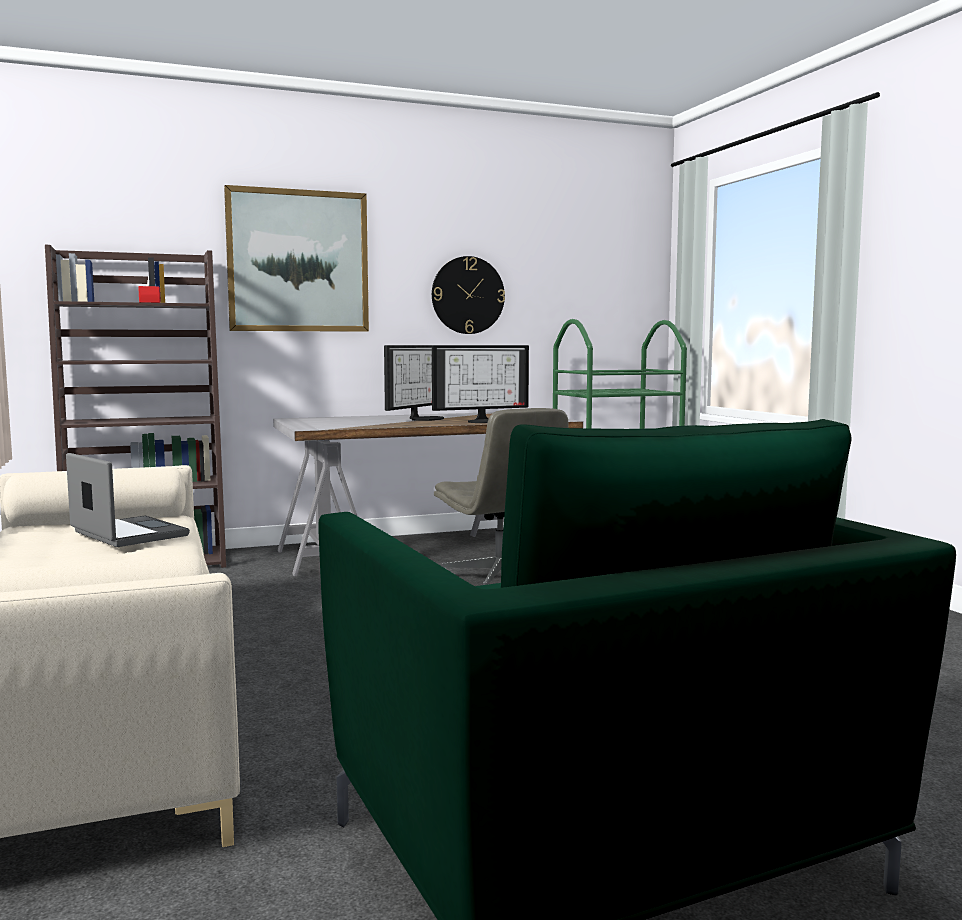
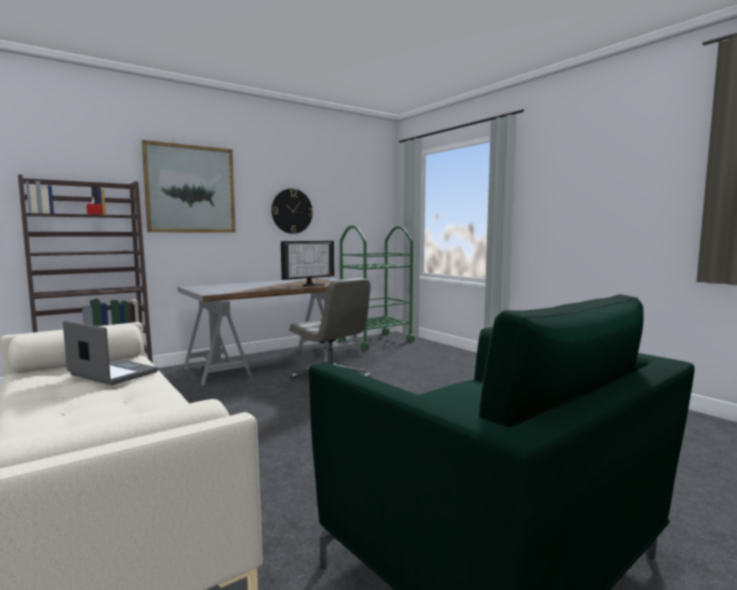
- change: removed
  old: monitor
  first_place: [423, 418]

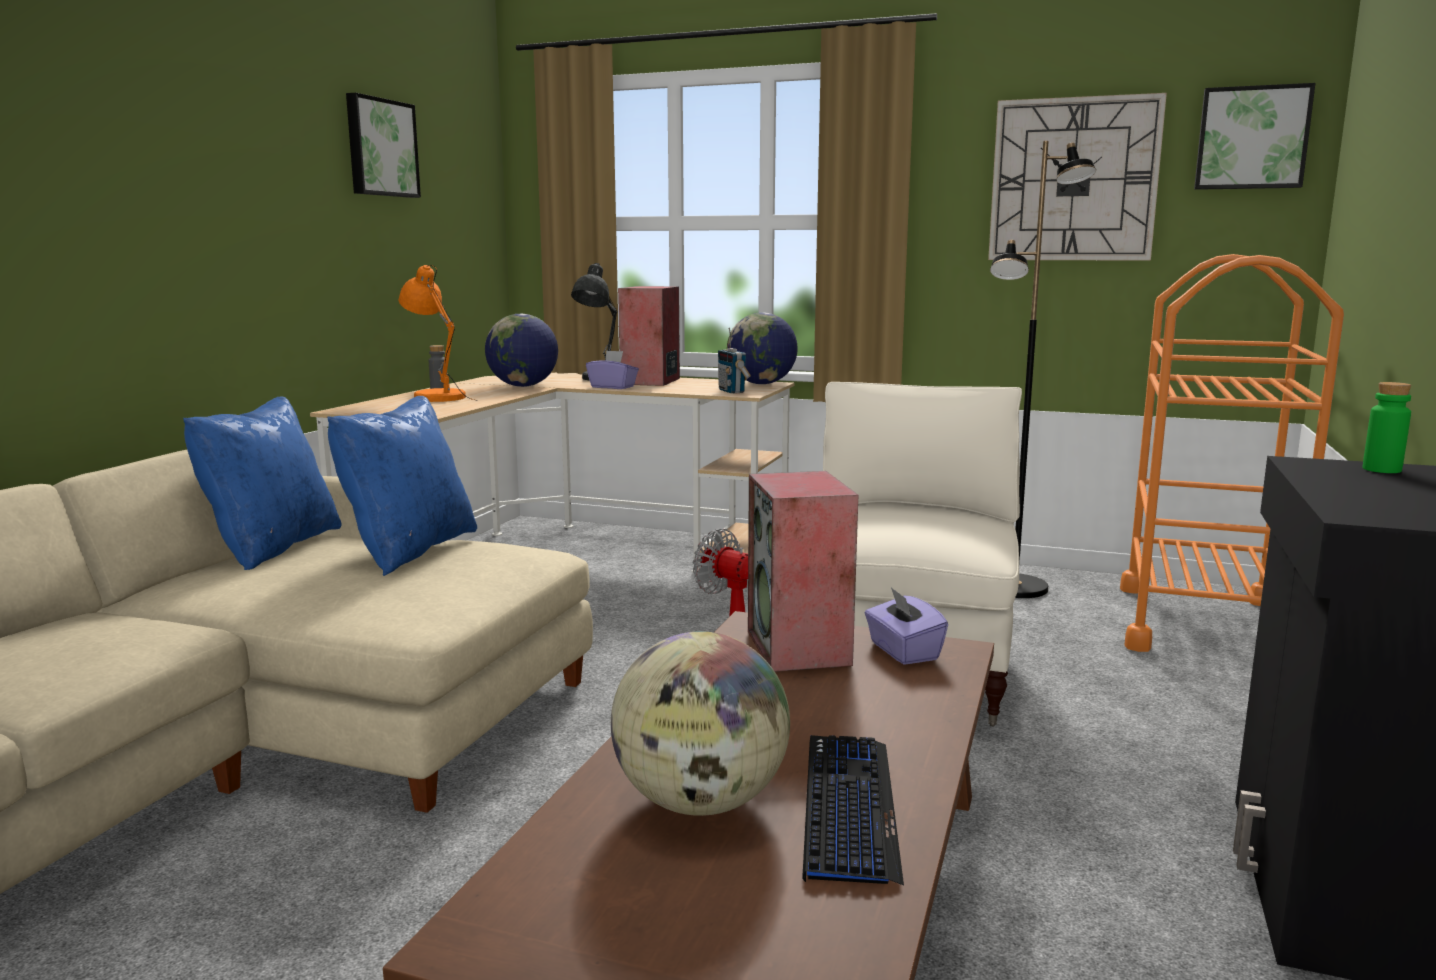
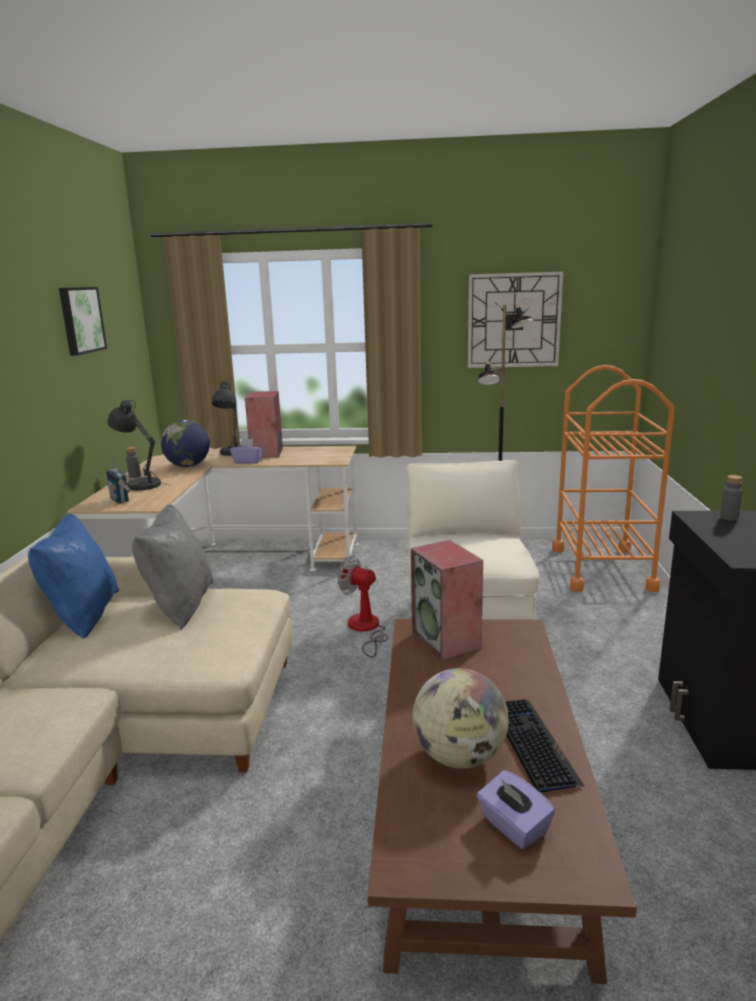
- change: removed
  old: picture
  first_place: [1252, 138]
- change: recoloured
  old: orange table lamp
  new: grey table lamp
  first_place: [437, 397]
  second_place: [141, 485]
- change: removed
  old: globe
  first_place: [761, 384]
- change: moved
  old: radio
  first_place: [732, 391]
  second_place: [120, 500]
- change: recoloured
  old: green bottle
  new: grey bottle
  first_place: [1381, 470]
  second_place: [729, 518]
- change: recoloured
  old: blue pillow
  new: grey pillow
  first_place: [409, 550]
  second_place: [180, 605]
- change: moved
  old: purple tissue box
  first_place: [903, 651]
  second_place: [513, 826]

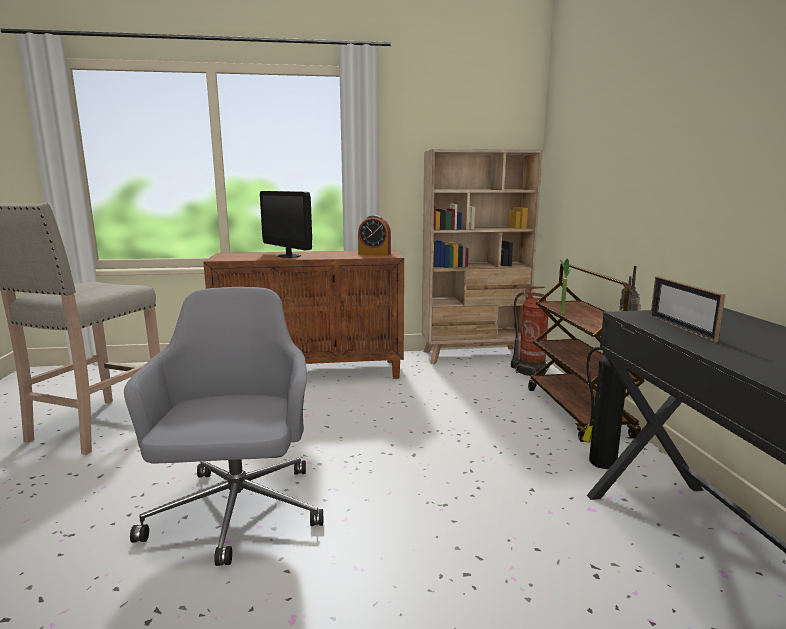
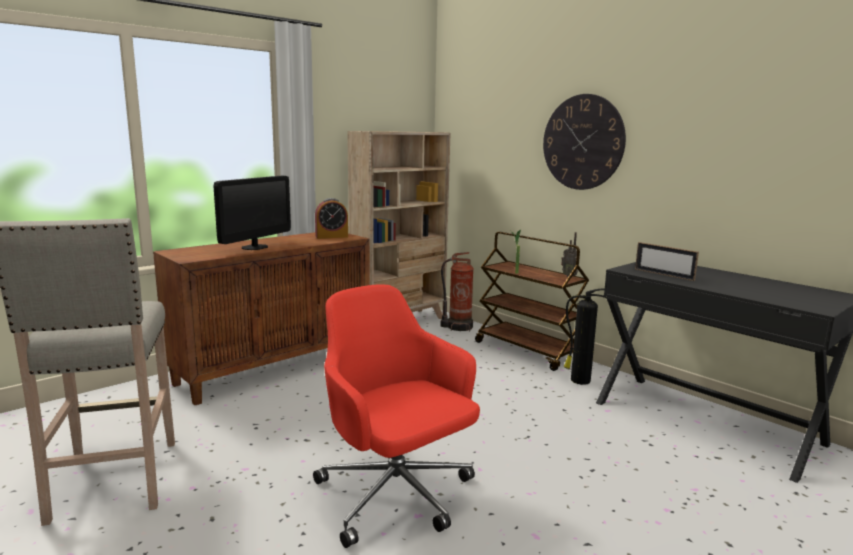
- change: turned
  old: monitor
  first_place: [289, 256]
  second_place: [255, 247]
  degrees: -75
- change: recoloured
  old: grey office chair
  new: red office chair
  first_place: [237, 513]
  second_place: [396, 496]
- change: added
  new: wall clock
  second_place: [583, 142]

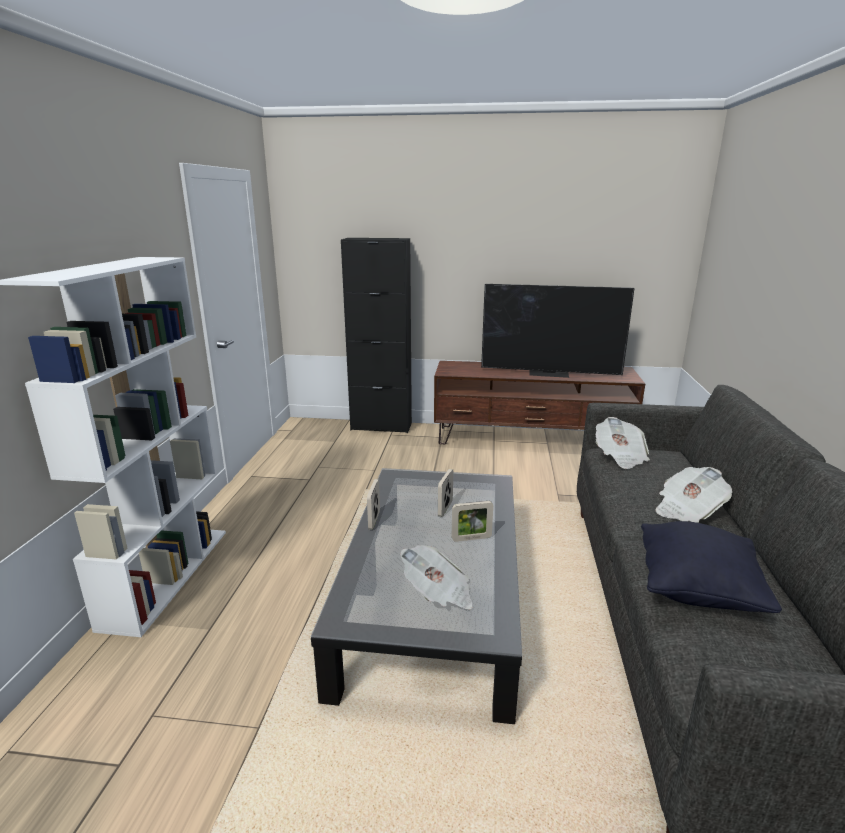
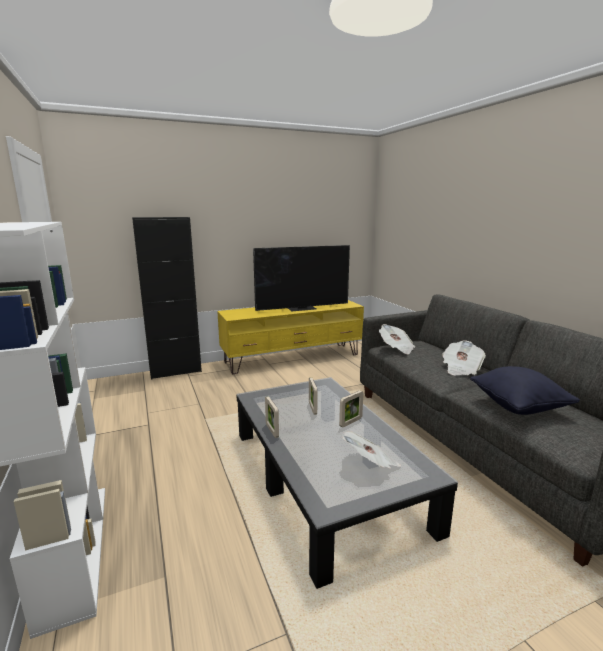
- change: recoloured
  old: brown tv stand
  new: yellow tv stand
  first_place: [531, 439]
  second_place: [293, 358]

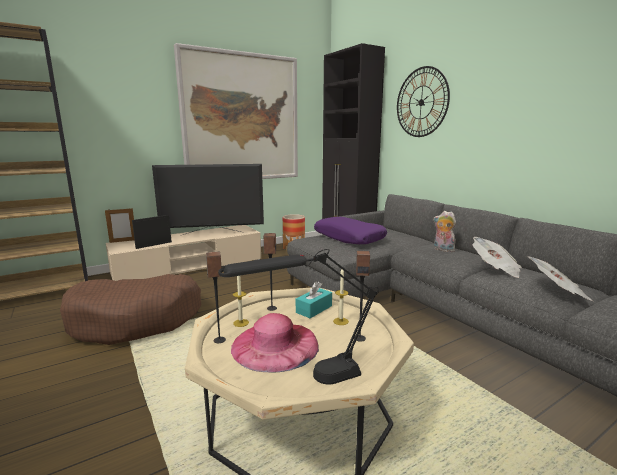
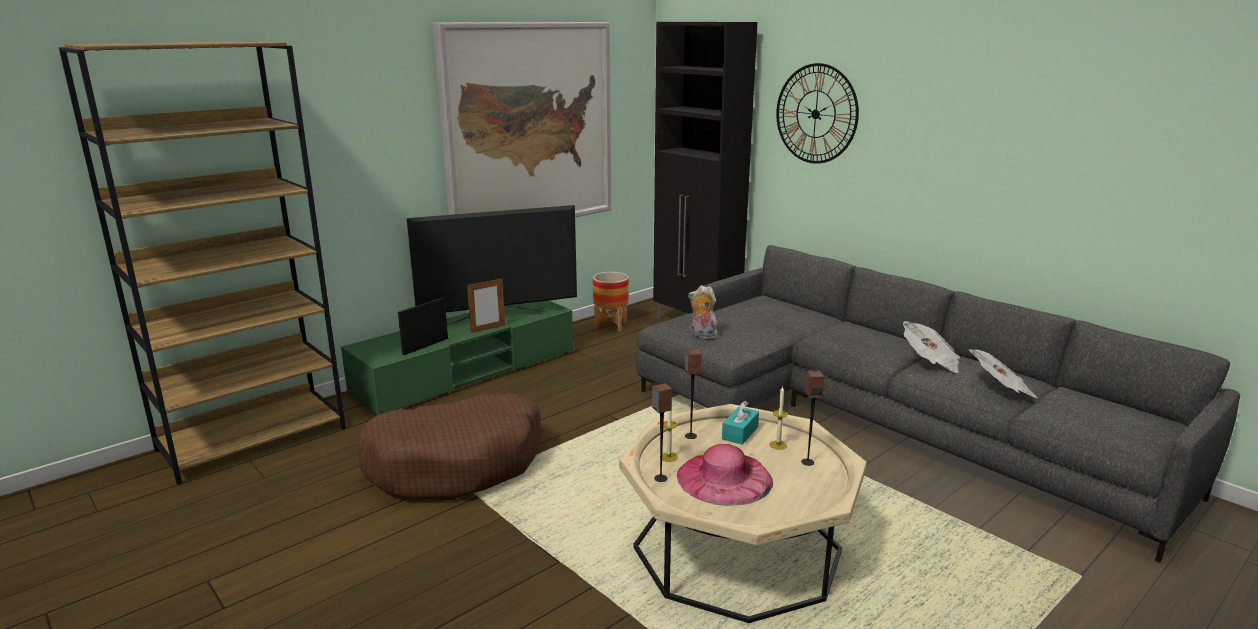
- change: moved
  old: picture frame
  first_place: [123, 241]
  second_place: [488, 329]
- change: moved
  old: plush toy
  first_place: [442, 250]
  second_place: [702, 336]
- change: removed
  old: purple pillow
  first_place: [349, 238]
- change: recoloured
  old: beige tv stand
  new: green tv stand
  first_place: [189, 266]
  second_place: [467, 372]
- change: removed
  old: black table lamp
  first_place: [307, 381]

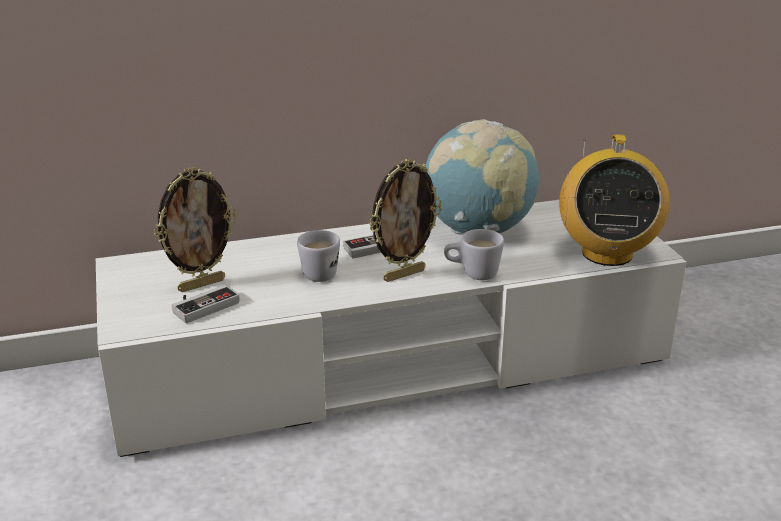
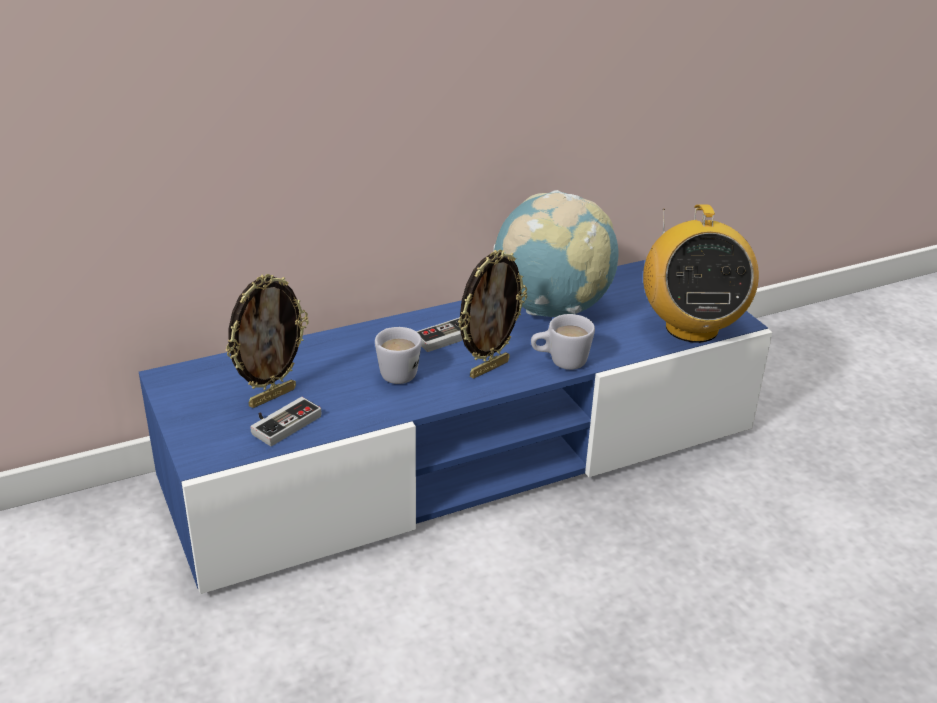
- change: recoloured
  old: white tv stand
  new: blue tv stand
  first_place: [390, 363]
  second_place: [465, 456]

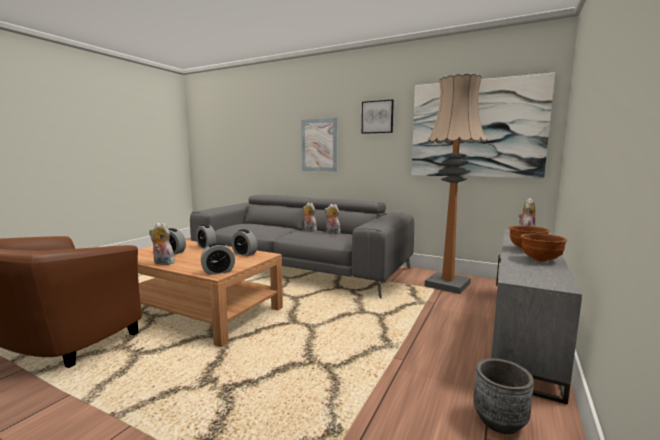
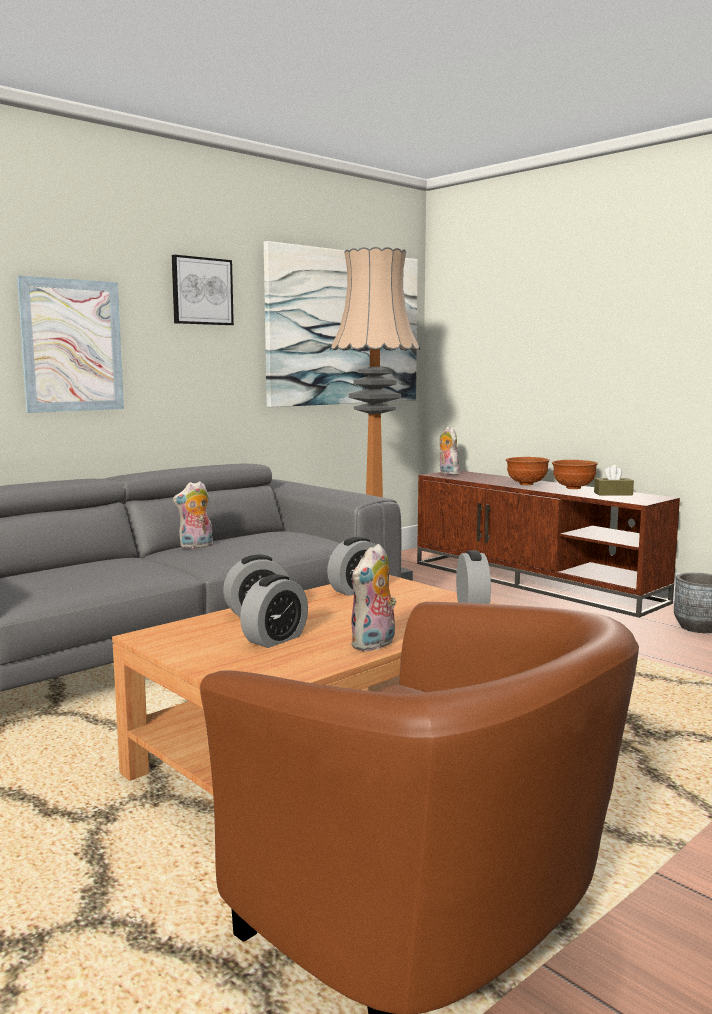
- change: removed
  old: plush toy
  first_place: [332, 233]
- change: recoloured
  old: grey tv stand
  new: brown tv stand
  first_place: [524, 331]
  second_place: [535, 582]
- change: added
  new: brown tissue box
  second_place: [613, 494]

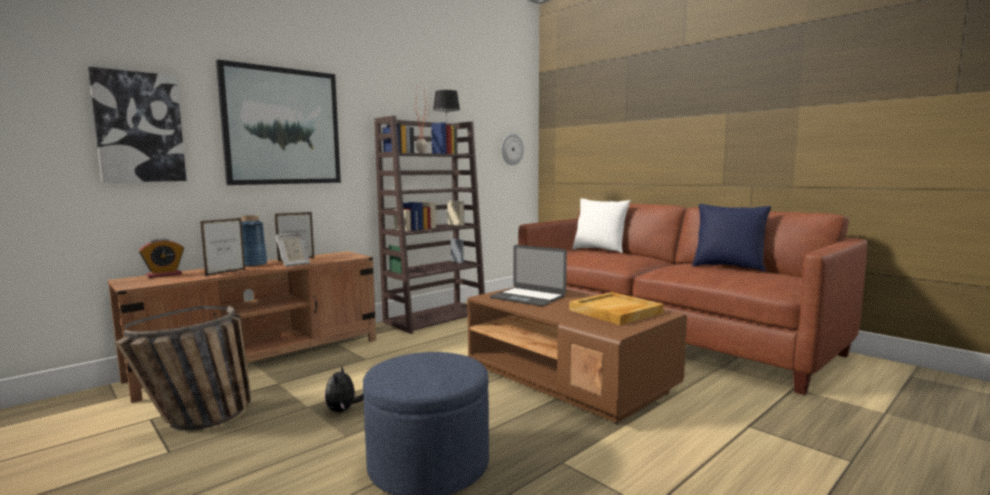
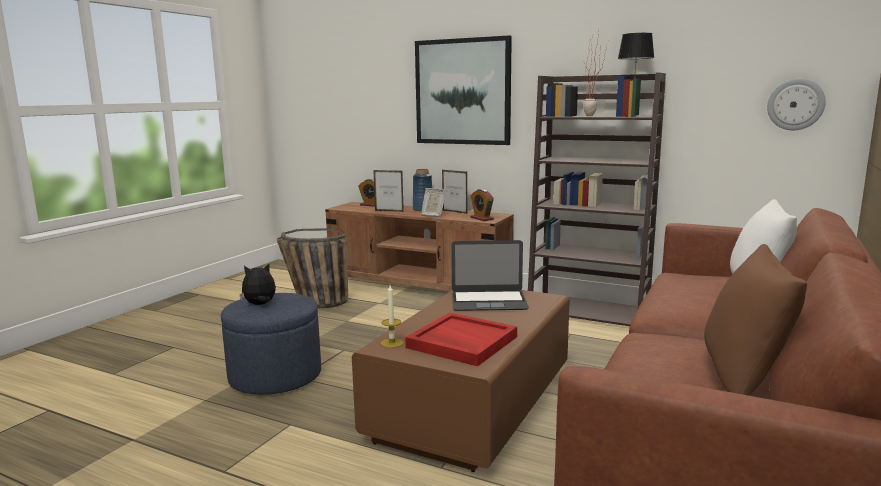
- change: removed
  old: picture
  first_place: [139, 127]
- change: recoloured
  old: blue pillow
  new: brown pillow
  first_place: [728, 267]
  second_place: [743, 379]
- change: turned
  old: laptop
  first_place: [527, 297]
  second_place: [488, 301]
  degrees: -105
- change: recoloured
  old: beige tray
  new: red tray
  first_place: [615, 311]
  second_place: [461, 342]
- change: moved
  old: plush toy
  first_place: [343, 410]
  second_place: [260, 305]
- change: added
  new: alarm clock
  second_place: [481, 218]
- change: added
  new: candle
  second_place: [392, 343]

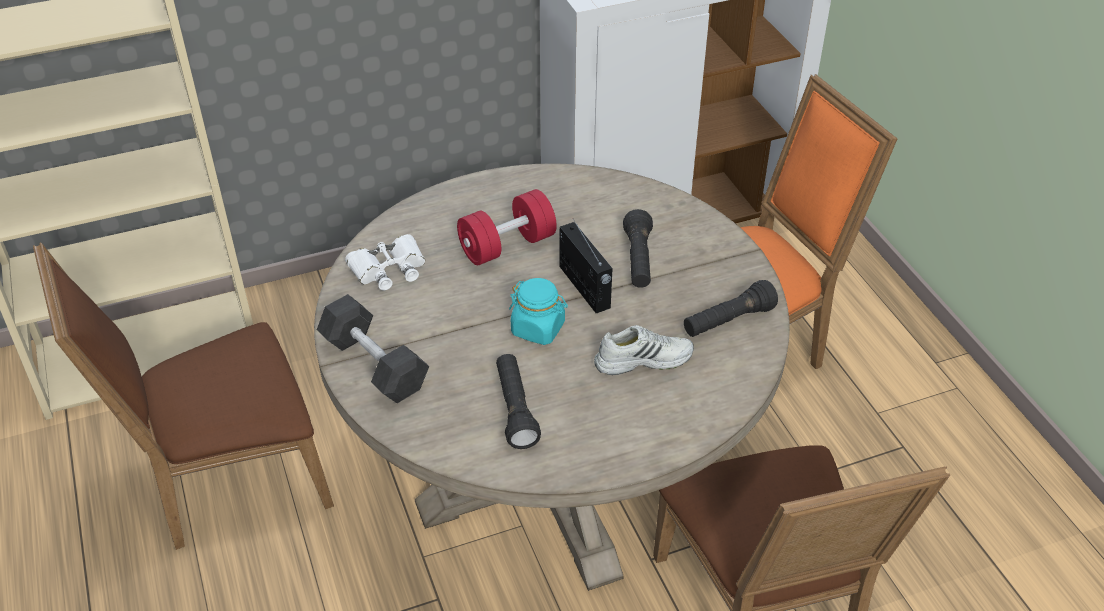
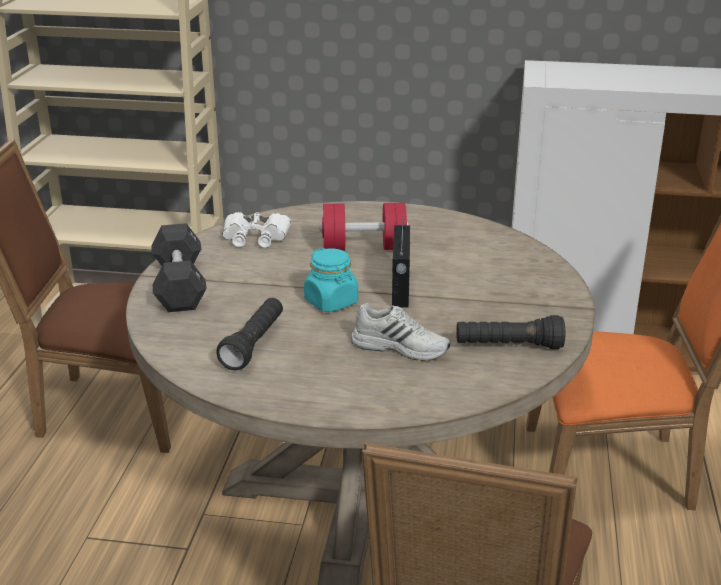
- change: removed
  old: black flashlight
  first_place: [638, 260]

